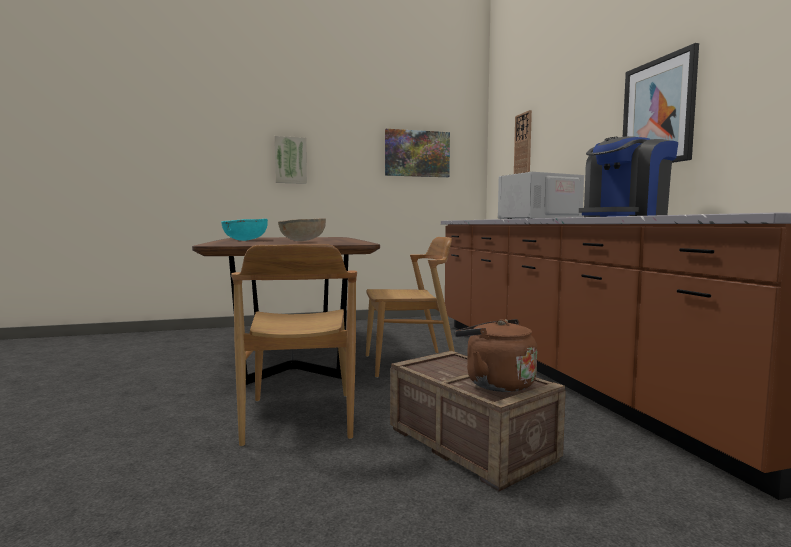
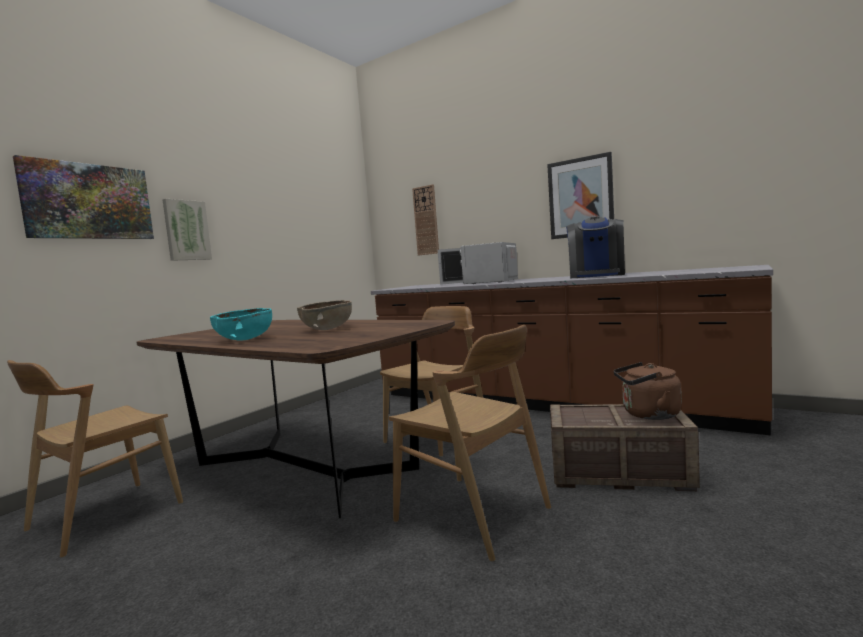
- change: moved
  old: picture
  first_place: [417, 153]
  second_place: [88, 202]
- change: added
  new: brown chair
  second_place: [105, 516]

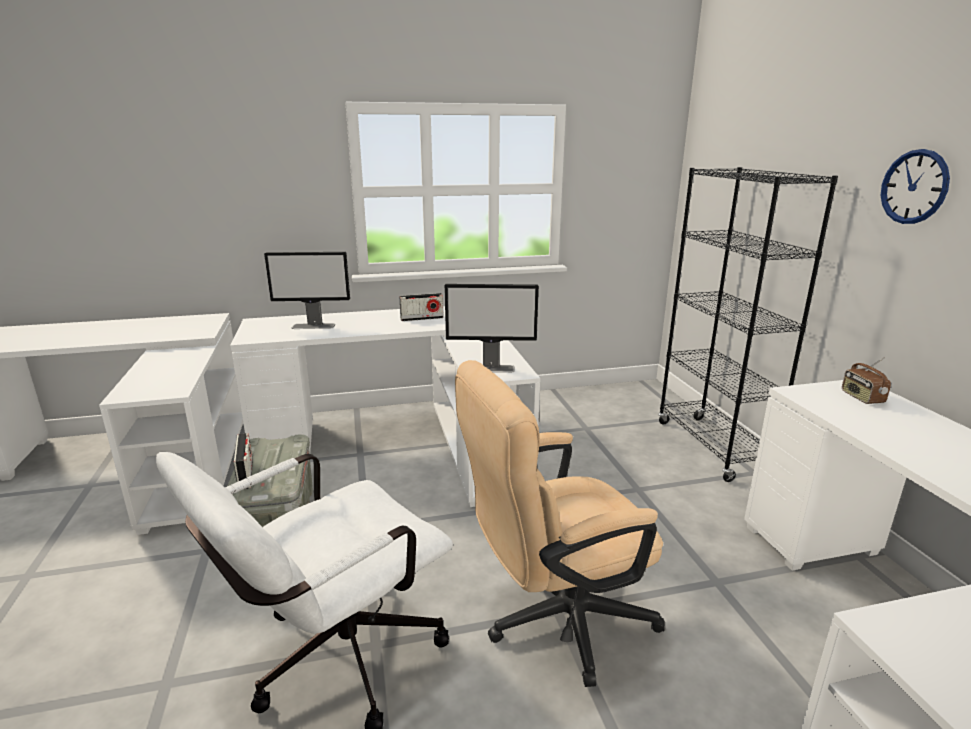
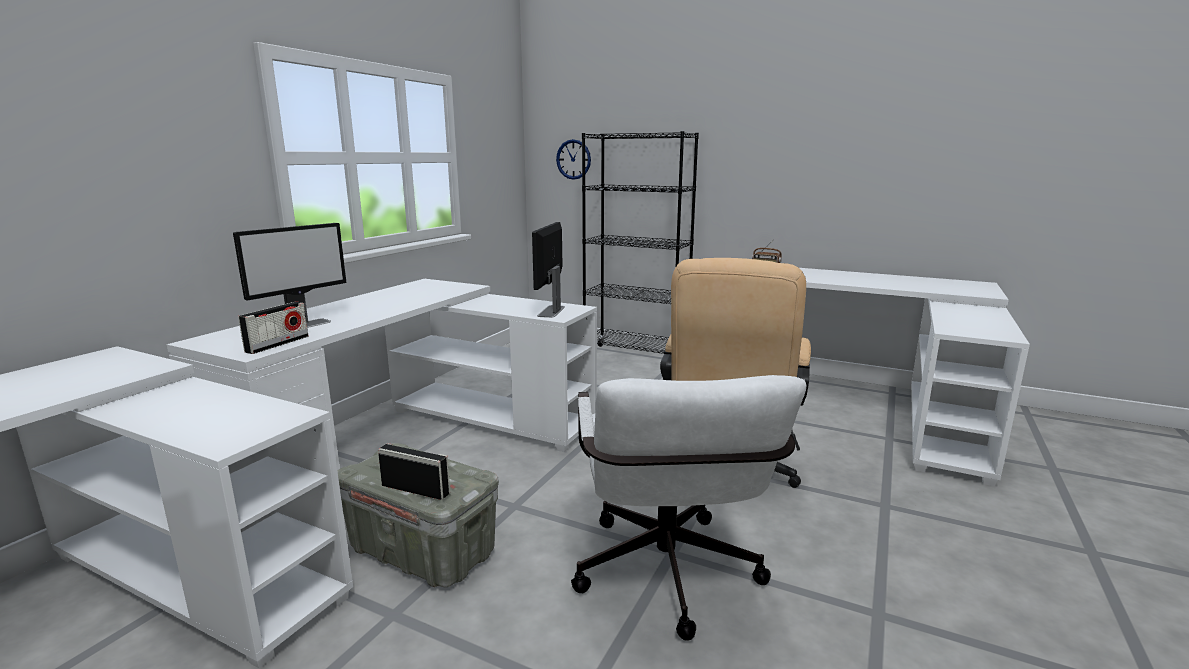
- change: moved
  old: wall clock
  first_place: [914, 187]
  second_place: [573, 159]
- change: turned
  old: monitor
  first_place: [491, 368]
  second_place: [551, 311]
  degrees: 150
- change: moved
  old: radio
  first_place: [422, 318]
  second_place: [277, 344]

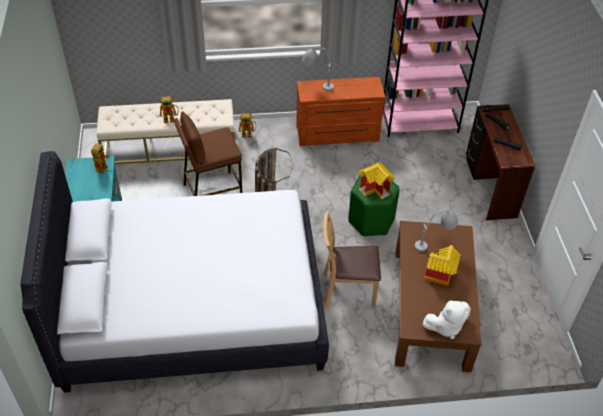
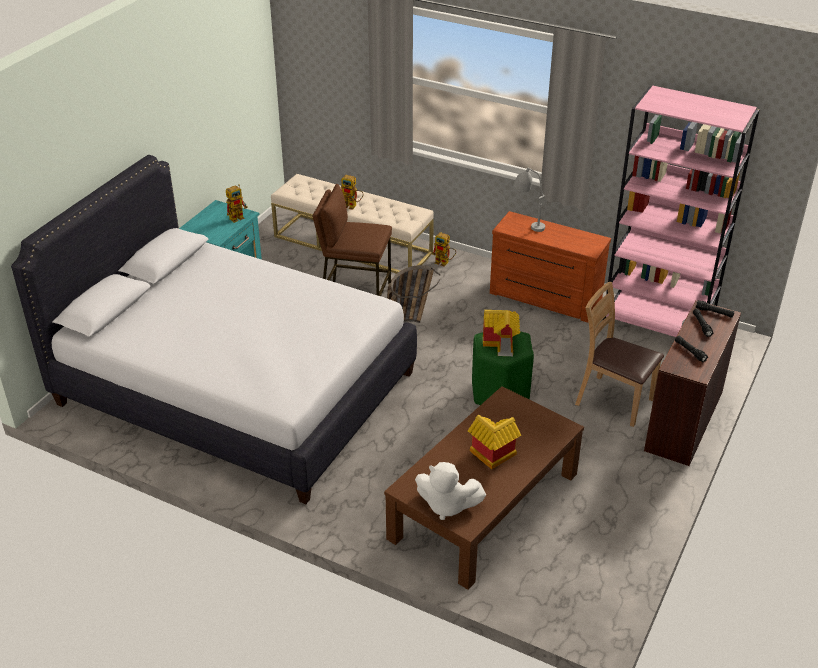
- change: removed
  old: grey table lamp
  first_place: [434, 245]
- change: moved
  old: brown chair
  first_place: [347, 291]
  second_place: [613, 401]

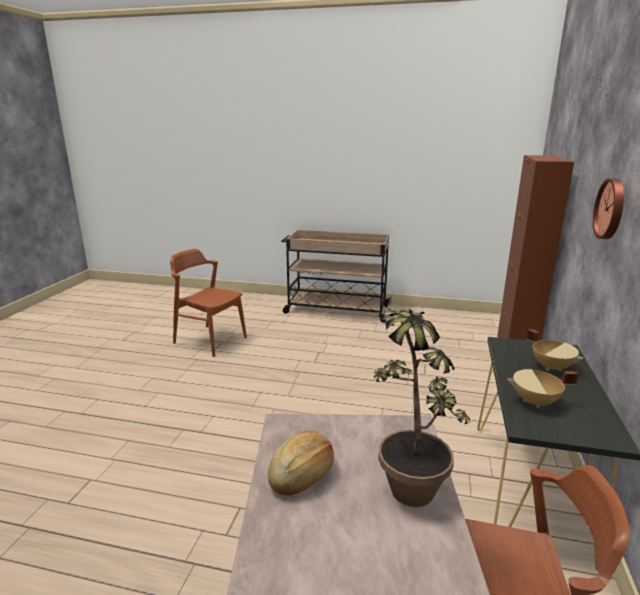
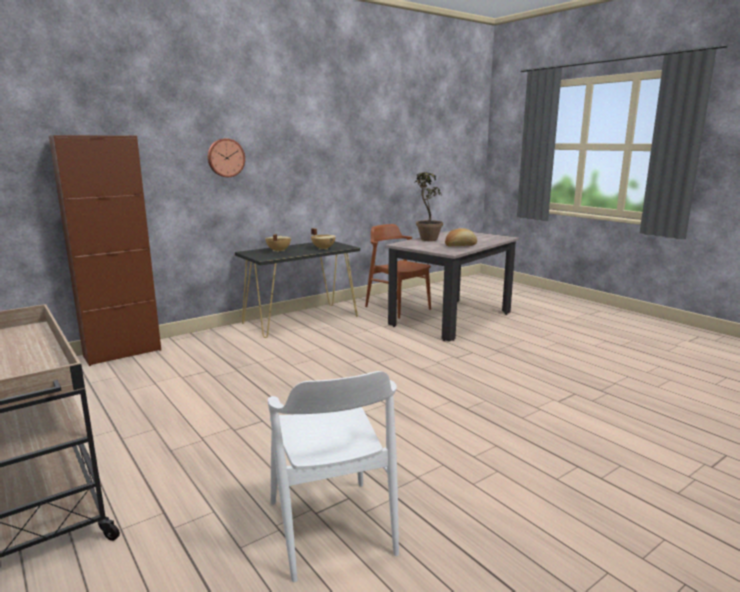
- change: recoloured
  old: brown chair
  new: white chair
  first_place: [210, 340]
  second_place: [331, 527]

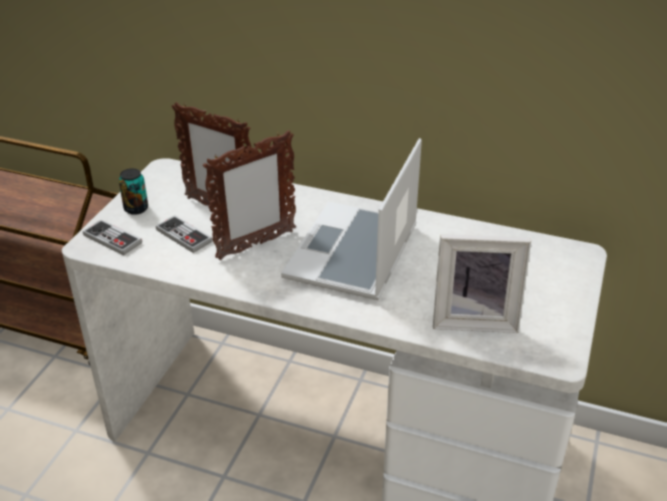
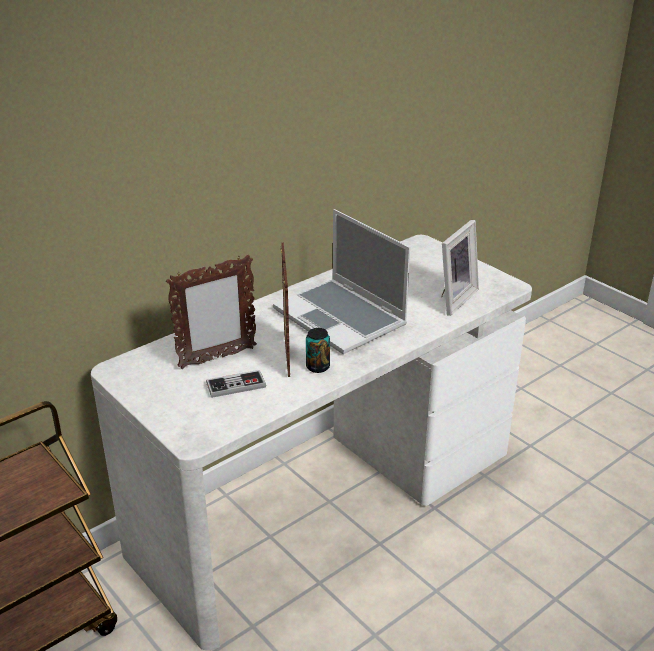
- change: moved
  old: can
  first_place: [136, 208]
  second_place: [318, 367]
- change: removed
  old: game controller
  first_place: [112, 239]

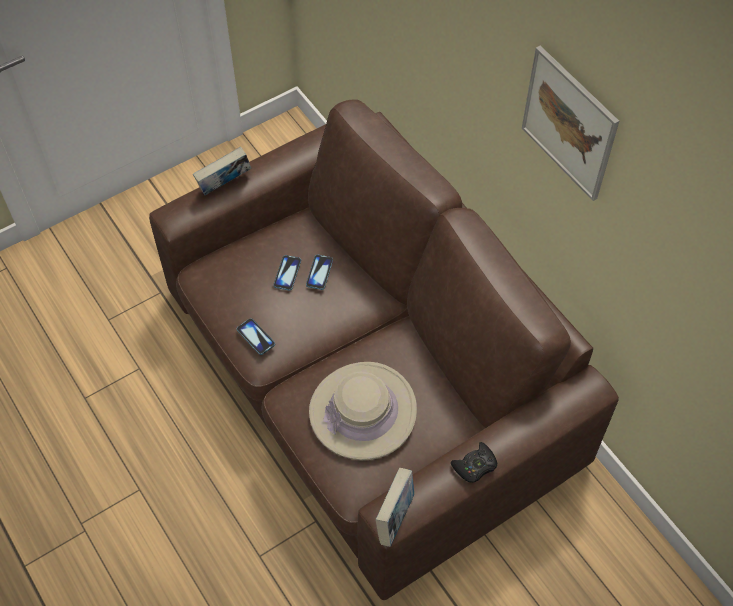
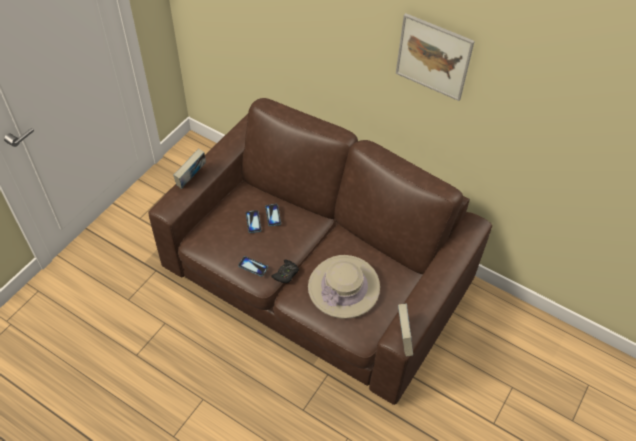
- change: moved
  old: black game controller
  first_place: [475, 466]
  second_place: [286, 274]

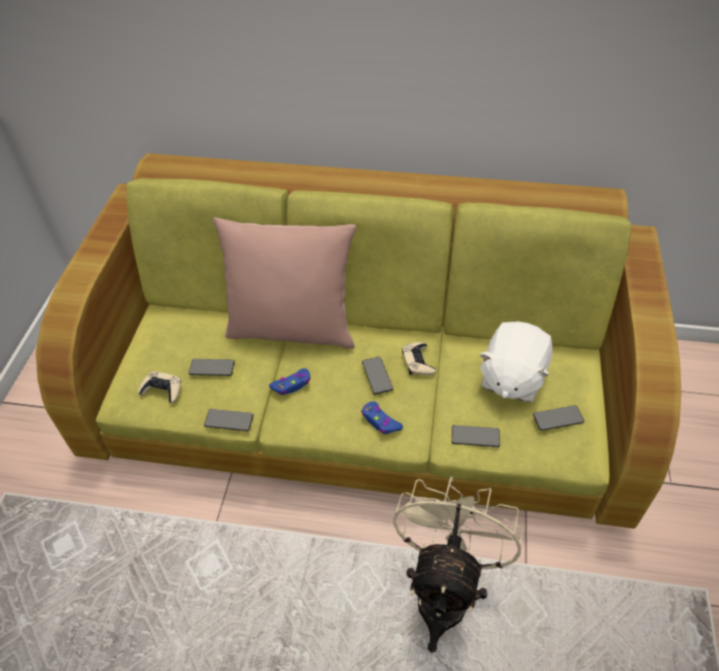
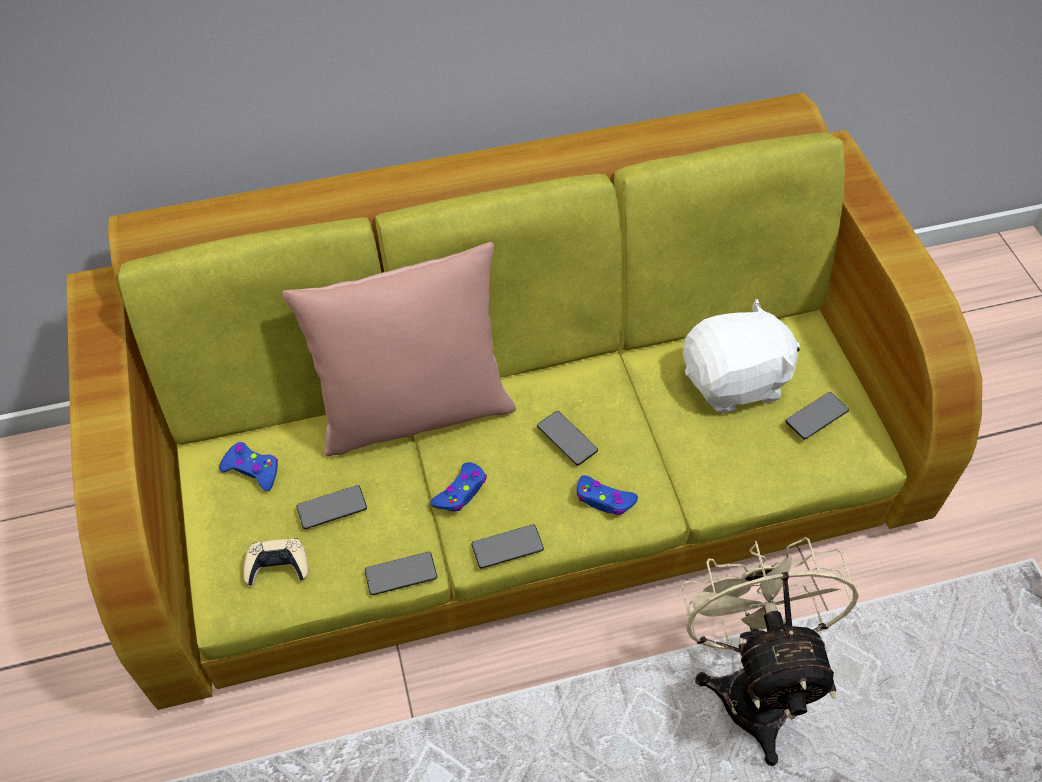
- change: turned
  old: white plush toy
  first_place: [511, 378]
  second_place: [734, 382]
  degrees: -105
- change: removed
  old: beige game controller
  first_place: [418, 362]
- change: moved
  old: phone
  first_place: [475, 436]
  second_place: [507, 547]
- change: added
  new: blue game controller
  second_place: [252, 470]

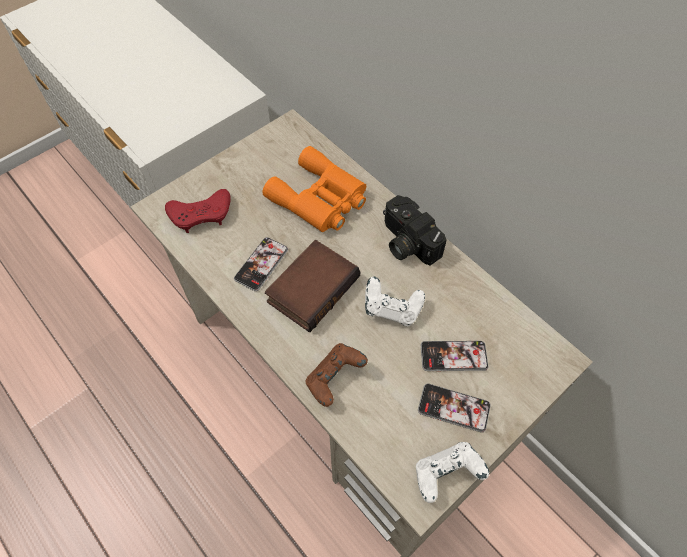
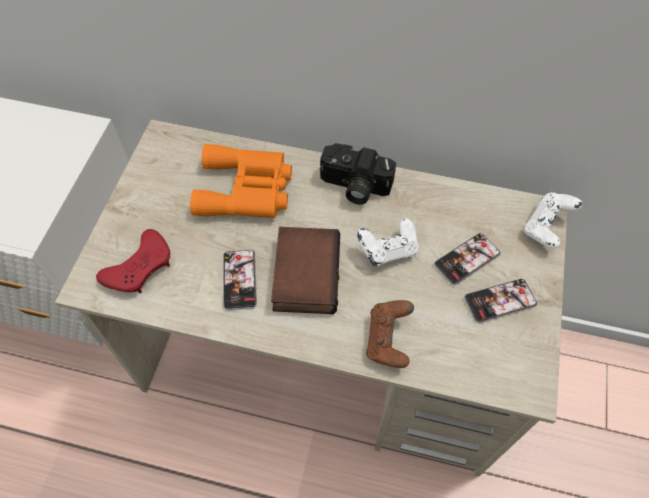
- change: moved
  old: white game controller
  first_place: [446, 475]
  second_place: [546, 228]

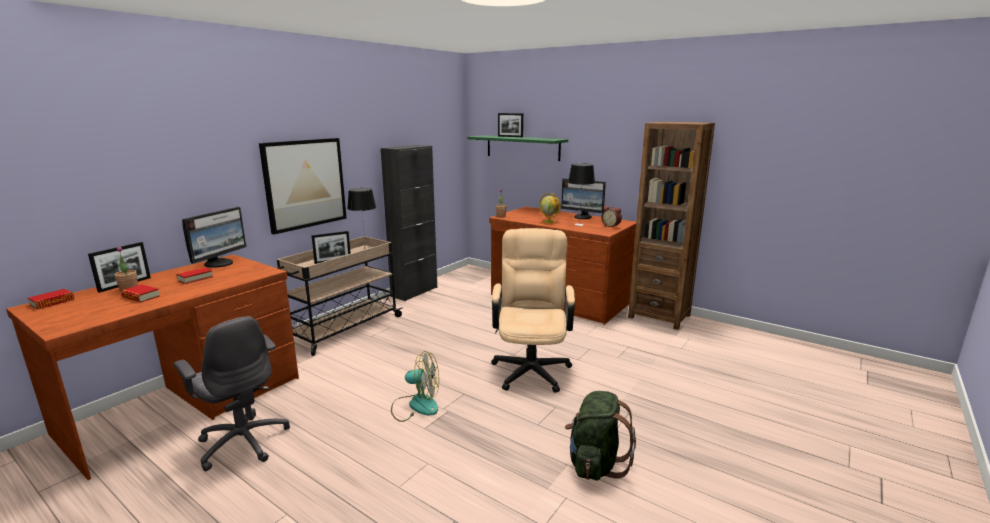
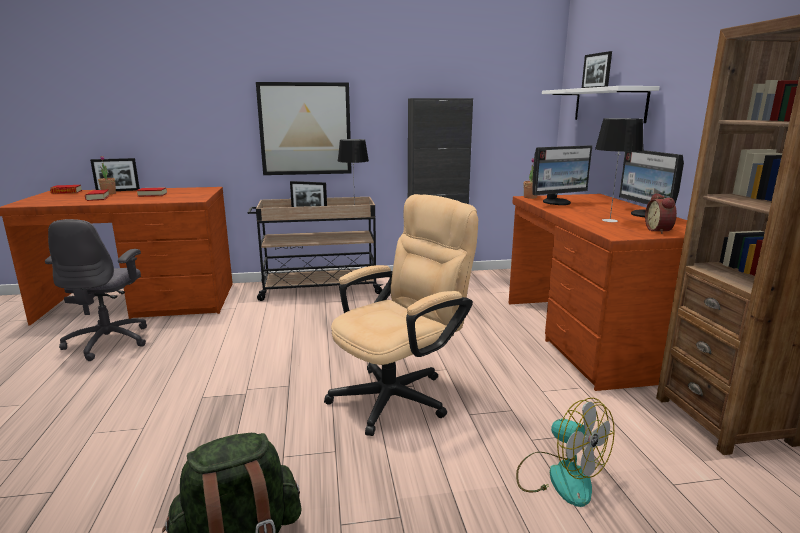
- change: recoloured
  old: green shelf
  new: white shelf
  first_place: [522, 147]
  second_place: [608, 105]
- change: removed
  old: globe
  first_place: [549, 222]
- change: moved
  old: monitor
  first_place: [220, 263]
  second_place: [557, 202]
- change: moved
  old: fan
  first_place: [416, 405]
  second_place: [559, 477]

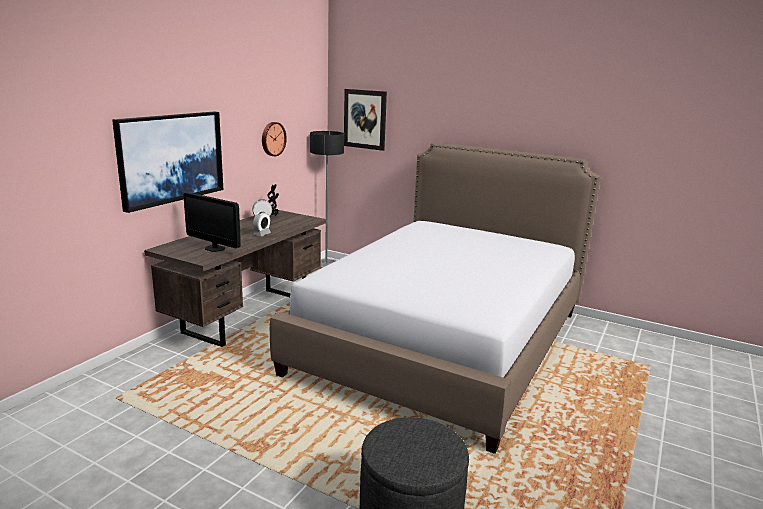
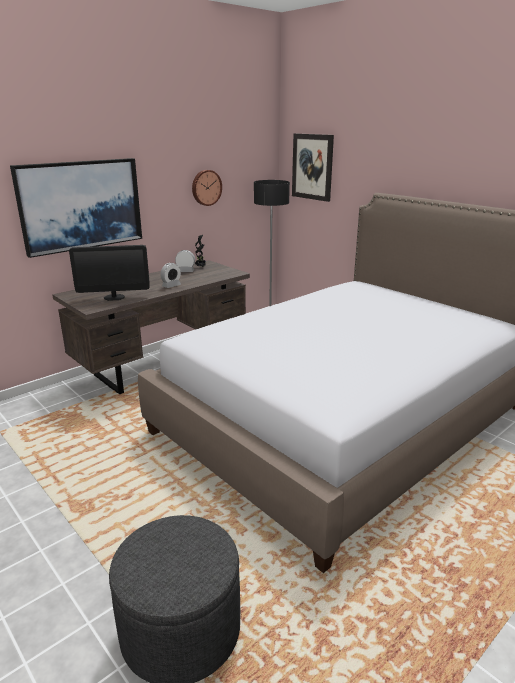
- change: turned
  old: monitor
  first_place: [215, 248]
  second_place: [114, 297]
  degrees: -60

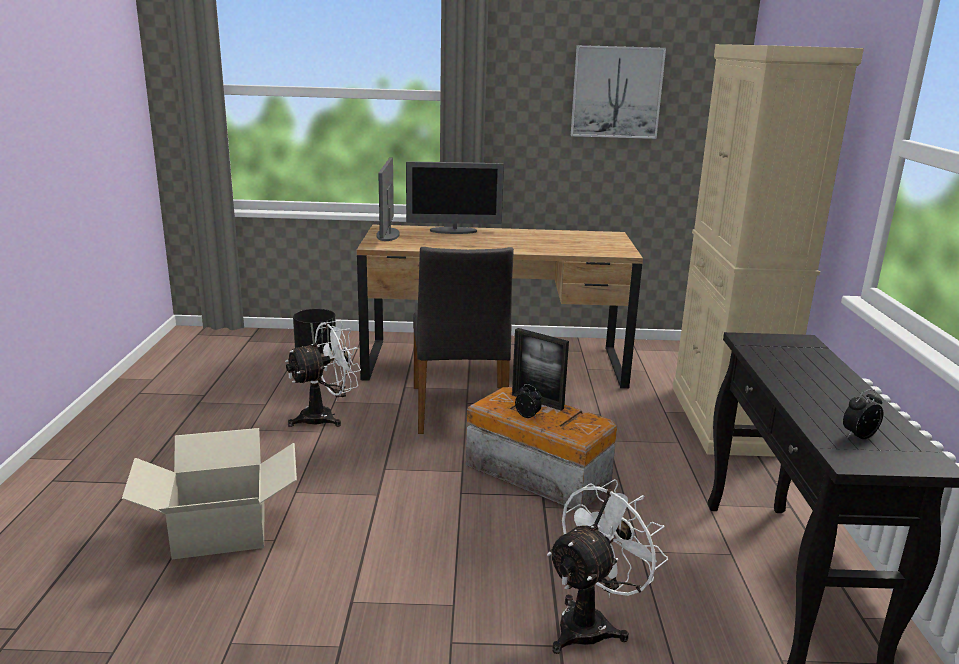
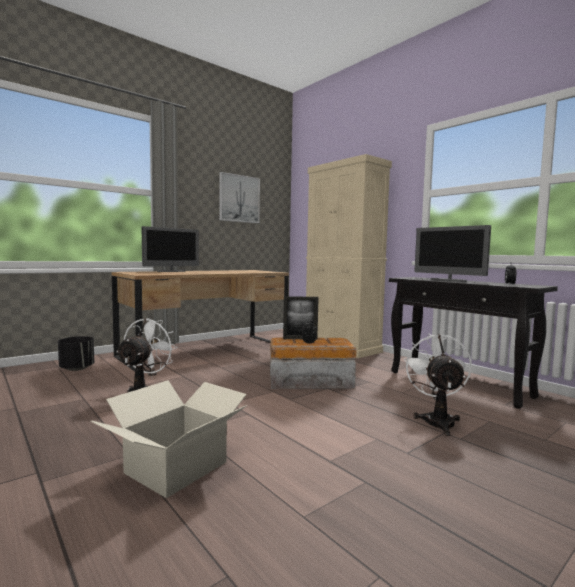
- change: moved
  old: monitor
  first_place: [388, 235]
  second_place: [448, 280]
- change: removed
  old: grey chair
  first_place: [460, 409]

